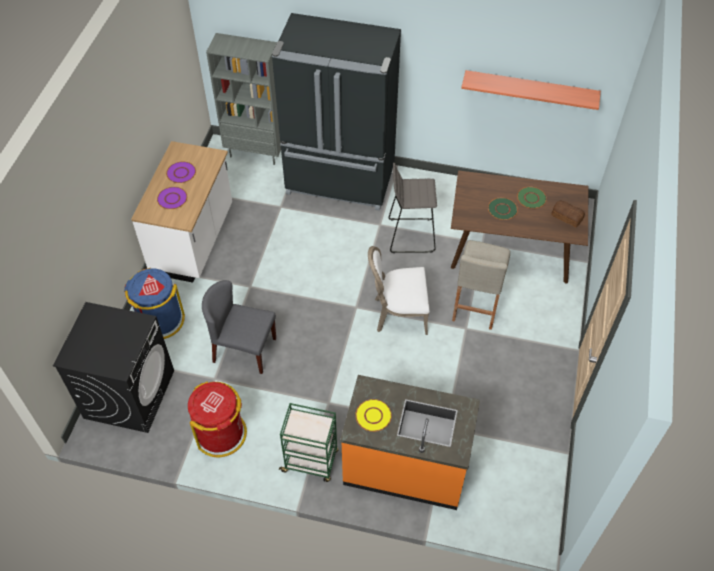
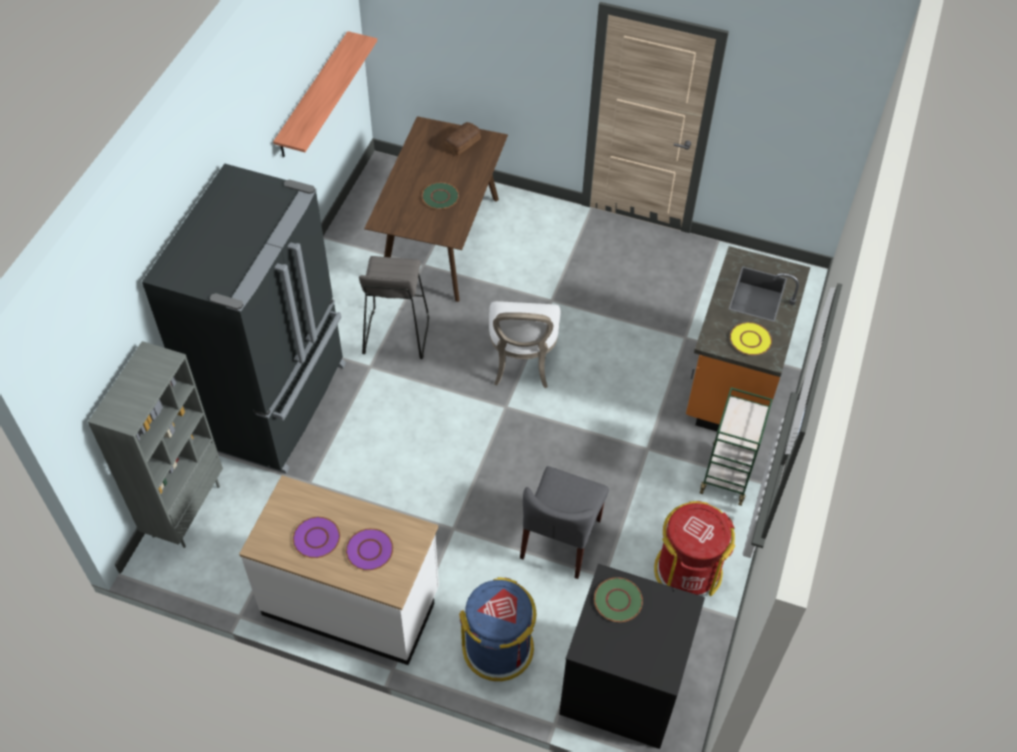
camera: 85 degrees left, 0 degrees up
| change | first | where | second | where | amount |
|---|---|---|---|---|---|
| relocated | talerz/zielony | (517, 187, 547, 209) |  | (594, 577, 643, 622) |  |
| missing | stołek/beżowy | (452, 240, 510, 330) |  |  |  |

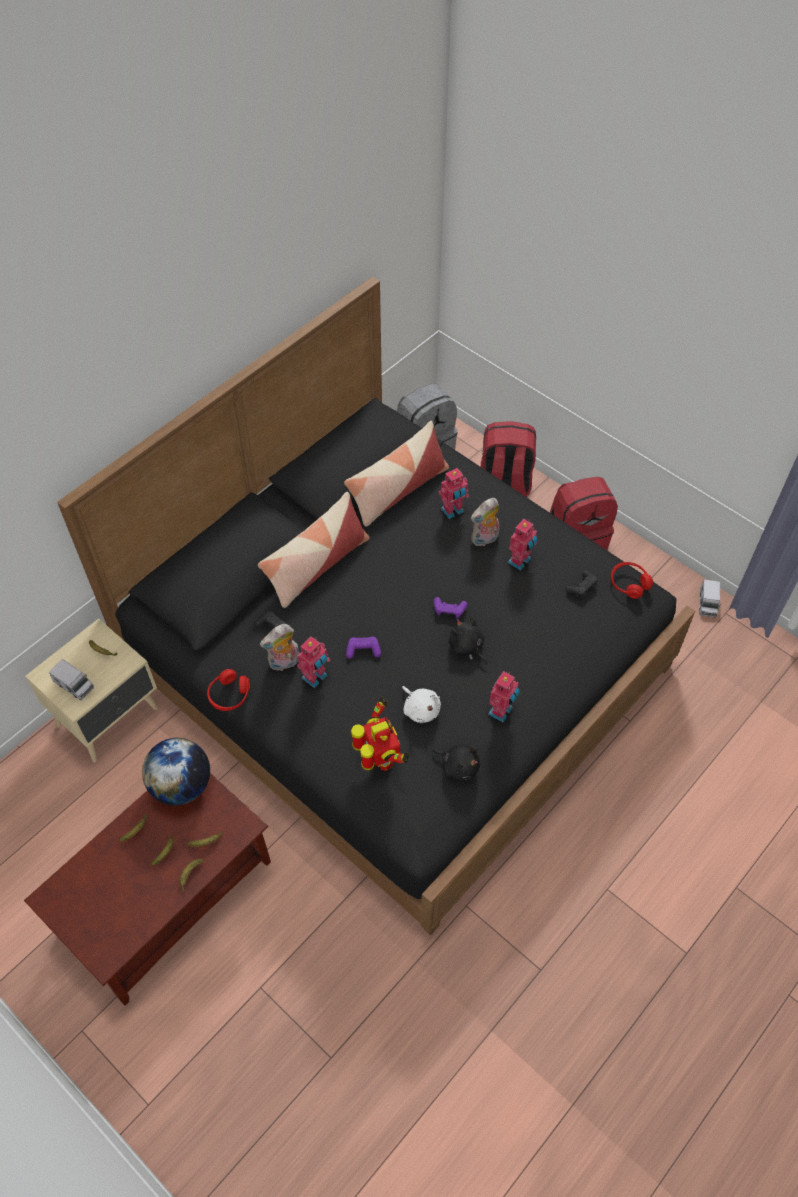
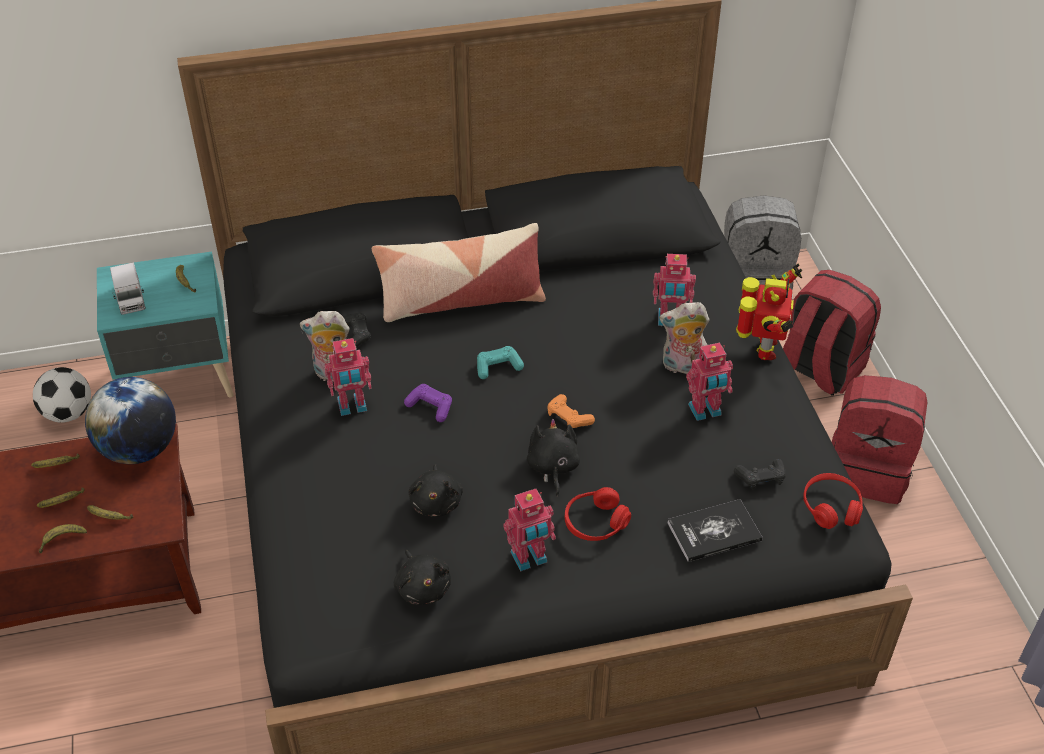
camera: 35 degrees right, 10 degrees down
| change | first | where | second | where | amount |
|---|---|---|---|---|---|
| appeared |  |  | piłka futbolowa | (33, 367, 91, 423) |  |
| colour | szafka nocna/beżowy | (25, 618, 158, 762) | szafka nocna/turkusowy | (97, 252, 234, 397) |  |
| colour | pluszak/biały | (402, 686, 441, 723) | pluszak/czarny | (409, 464, 463, 517) |  |
| appeared |  |  | pad do gier/turkusowy | (477, 346, 524, 379) |  |
| colour | pad do gier/fioletowy | (434, 597, 468, 618) | pad do gier/pomarańczowy | (547, 394, 595, 428) |  |
| relocated | słuchawki/czerwony | (207, 669, 250, 711) |  | (565, 487, 631, 541) |  |
| appeared |  |  | książka | (668, 499, 763, 562) |  |
| relocated | robot zabawkowy | (351, 696, 410, 771) |  | (736, 264, 802, 360) |  |
| missing | poduszka | (344, 421, 449, 527) |  |  |  |
| missing | ciężarówka zabawkowa | (699, 579, 721, 617) |  |  |  |

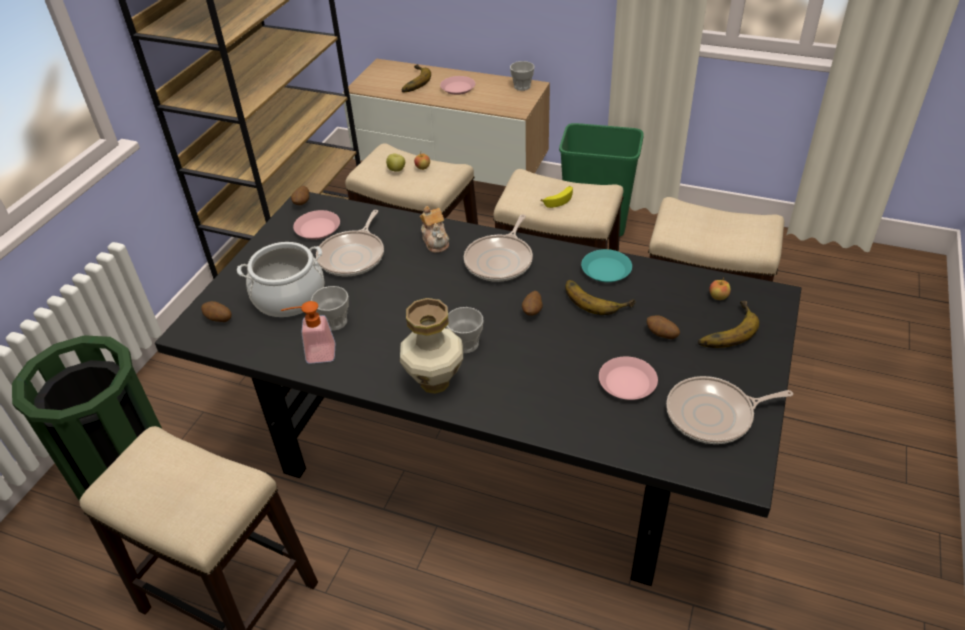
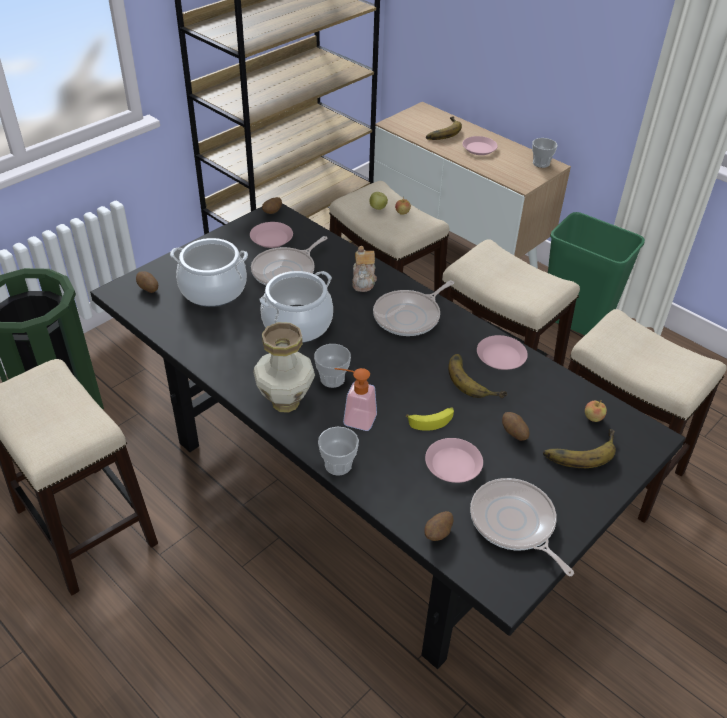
camera: 20 degrees right, 0 degrees up
| change | first | where | second | where | amount |
|---|---|---|---|---|---|
| appeared |  |  | garnek | (259, 271, 333, 343) |  |
| relocated | filiżanka | (311, 286, 349, 331) |  | (318, 427, 359, 475) |  |
| relocated | dozownik mydła | (281, 301, 336, 364) |  | (334, 368, 377, 431) |  |
| relocated | banan | (541, 186, 573, 208) |  | (406, 407, 454, 431) |  |
| relocated | ziemniak | (522, 291, 543, 316) |  | (425, 511, 454, 541) |  |
| spun | patelnia | (666, 376, 793, 444) |  | (470, 478, 574, 576) | 45 degrees clockwise |
| colour | talerz/turkusowy | (581, 249, 632, 282) | talerz/różowy | (477, 335, 528, 370) |  |

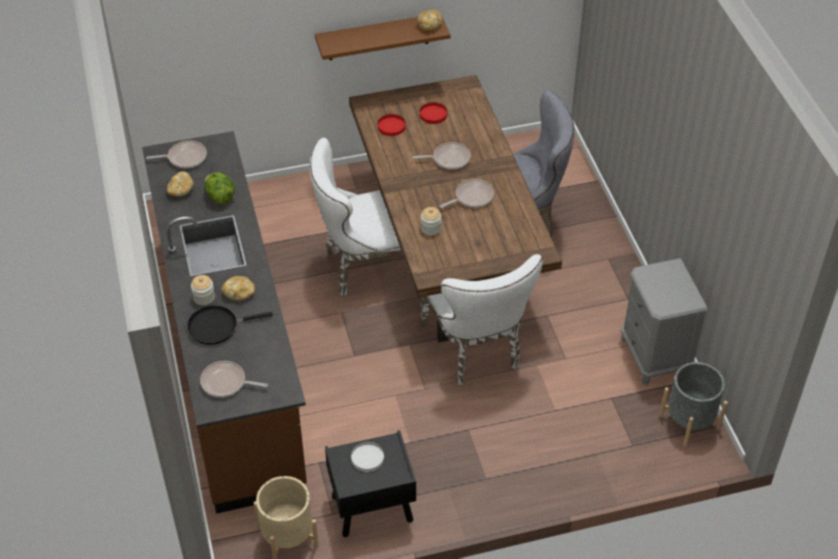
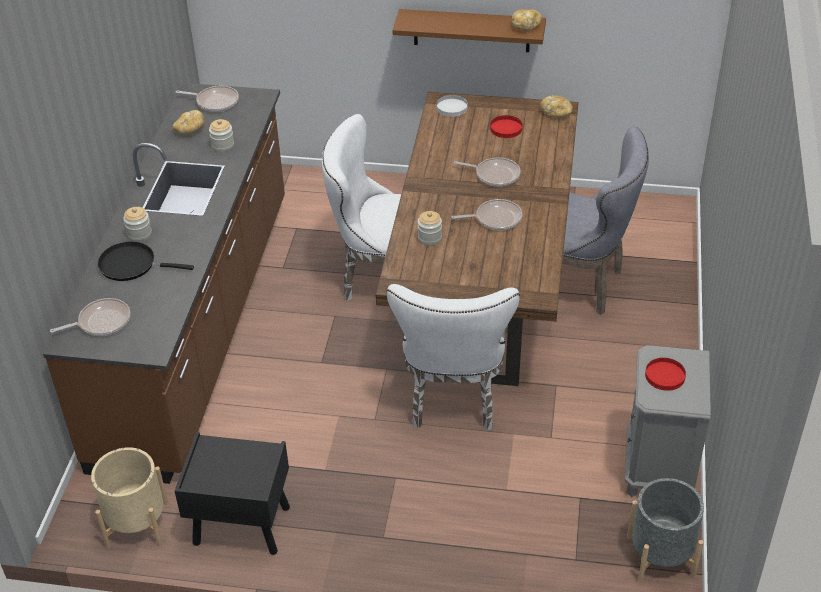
camera: 25 degrees right, 5 degrees down
| change | first | where | second | where | amount |
|---|---|---|---|---|---|
| spun | patelnia | (200, 361, 268, 398) |  | (50, 298, 130, 336) | 120 degrees clockwise |
| exchanged | sałata | (205, 172, 235, 204) | słoik | (209, 119, 234, 152) |  |
| relocated | talerz/biały | (351, 442, 384, 472) |  | (436, 95, 468, 117) |  |
| relocated | chleb | (221, 276, 255, 301) |  | (540, 95, 573, 118) |  |
| relocated | talerz/czerwony | (378, 114, 406, 136) |  | (645, 358, 686, 391) |  |

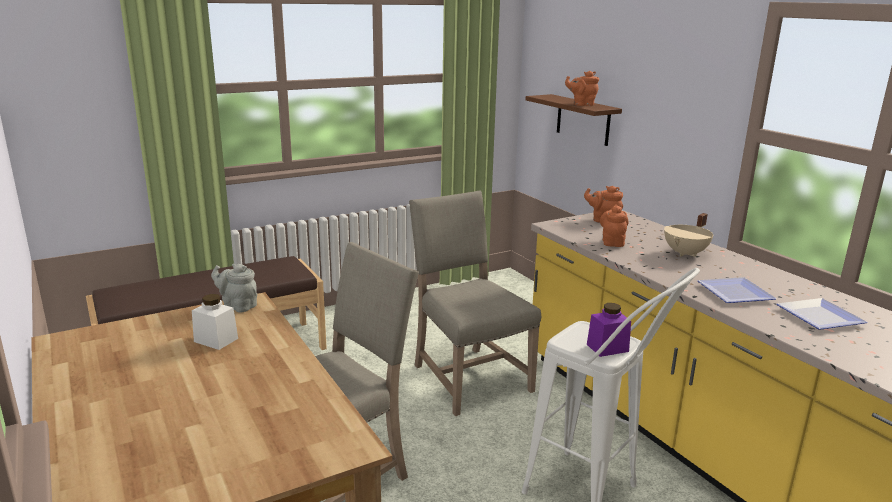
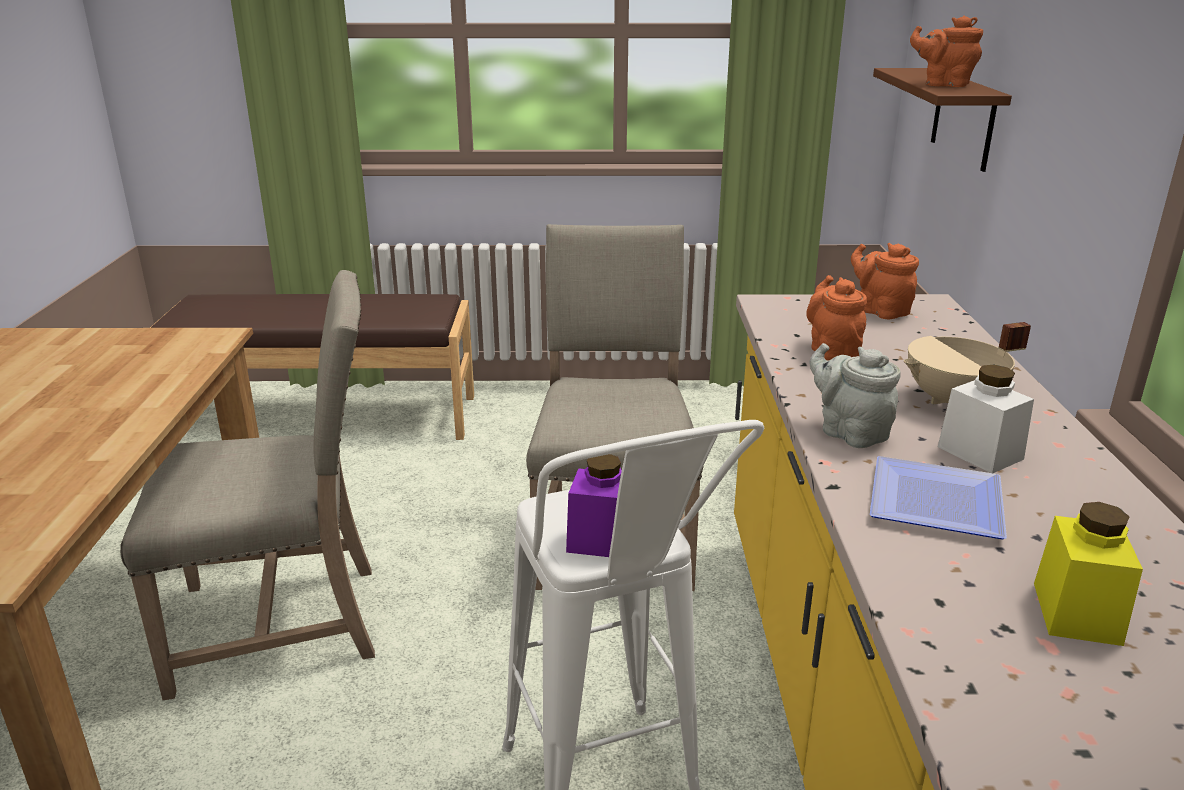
camera: 30 degrees right, 5 degrees up
| change | first | where | second | where | amount |
|---|---|---|---|---|---|
| spun | imbryk/pomarańczowy | (600, 205, 629, 247) |  | (806, 275, 867, 361) | 45 degrees counterclockwise |
| relocated | imbryk/szary | (211, 264, 257, 313) |  | (809, 343, 901, 448) |  |
| relocated | słoik/biały | (192, 294, 238, 350) |  | (938, 365, 1034, 473) |  |
| exchanged | talerz | (777, 298, 868, 330) | słoik/żółty | (1034, 502, 1143, 646) |  |

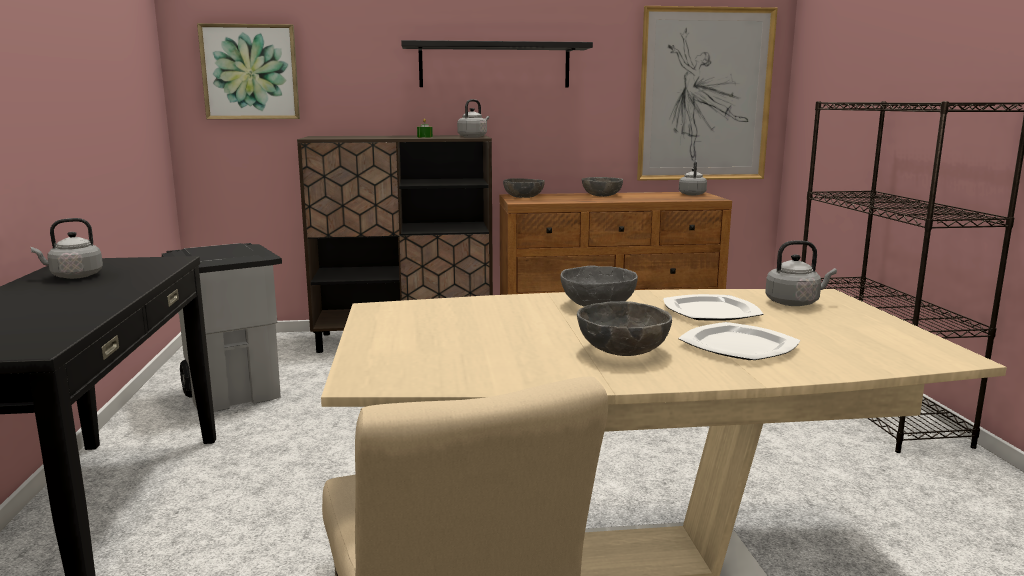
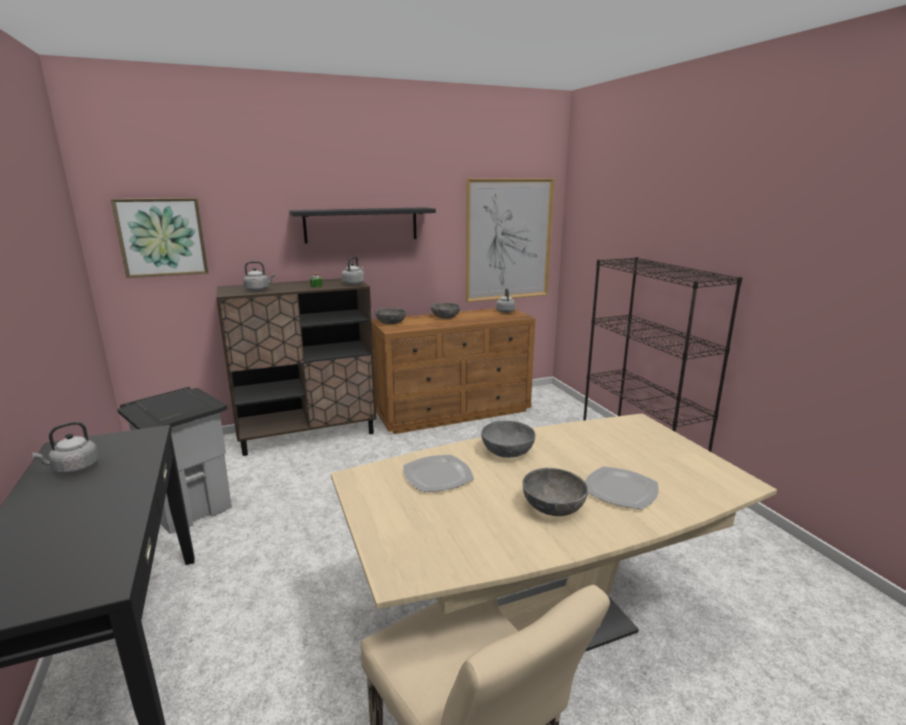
camera: 15 degrees left, 5 degrees up
| change | first | where | second | where | amount |
|---|---|---|---|---|---|
| relocated | czajnik/szary | (765, 240, 837, 306) |  | (243, 261, 275, 292) |  |
| relocated | talerz | (663, 294, 763, 321) |  | (403, 455, 474, 492) |  |

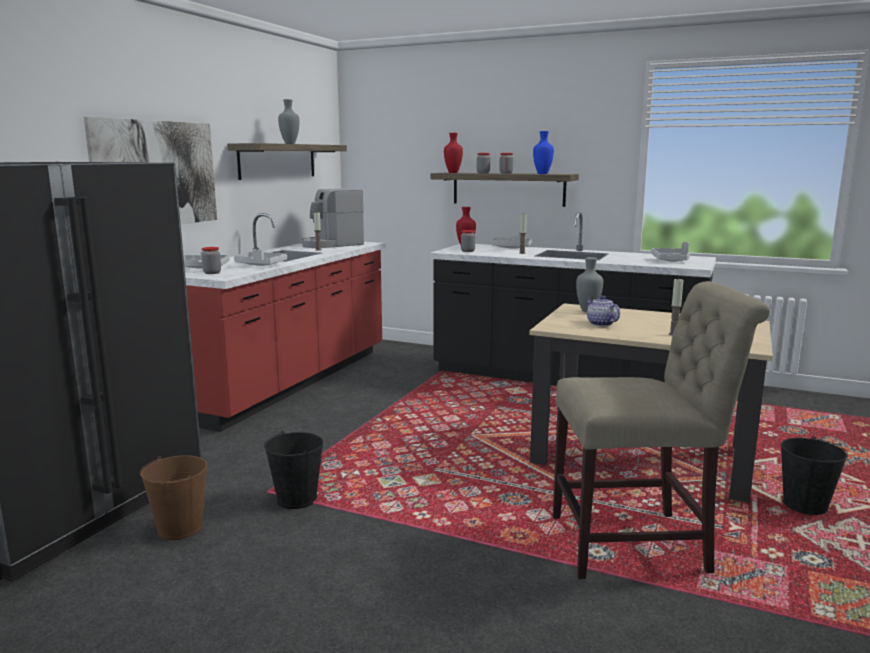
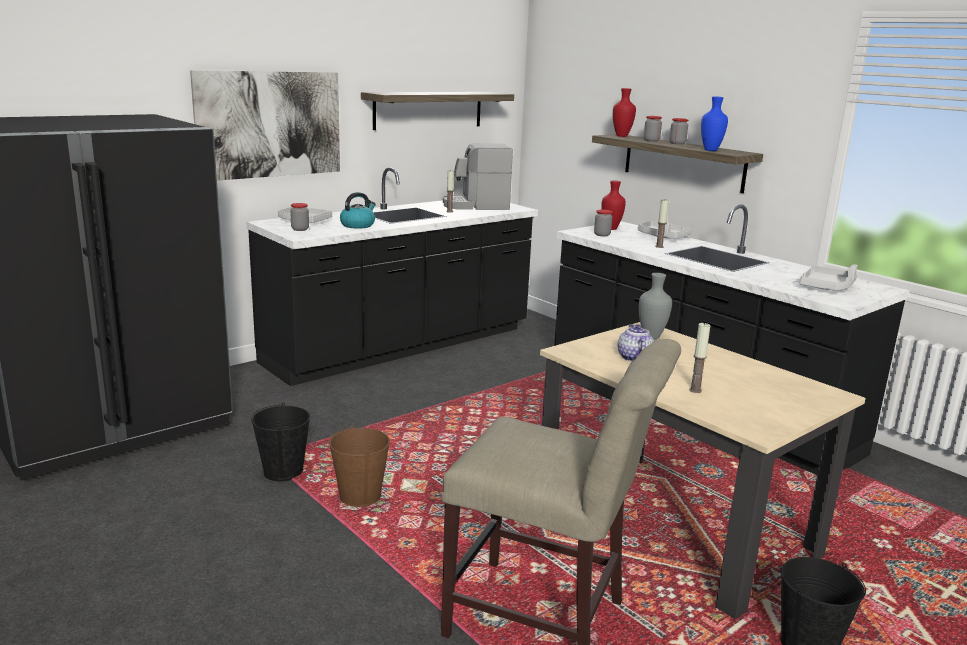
camera: 25 degrees right, 5 degrees up
| change | first | where | second | where | amount |
|---|---|---|---|---|---|
| colour | zabudowa kuchenna/czerwony | (184, 213, 386, 432) | zabudowa kuchenna/czarny | (246, 167, 538, 386) |  |
| relocated | wiadro/brązowy | (140, 455, 207, 540) |  | (328, 425, 390, 507) |  |
| exchanged | taca/szary | (234, 249, 287, 266) | czajnik | (340, 192, 376, 229) |  |
| missing | wazon/szary | (278, 99, 300, 144) |  |  |  |

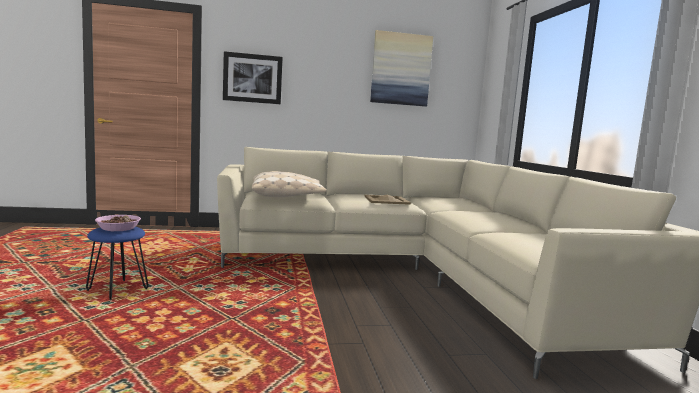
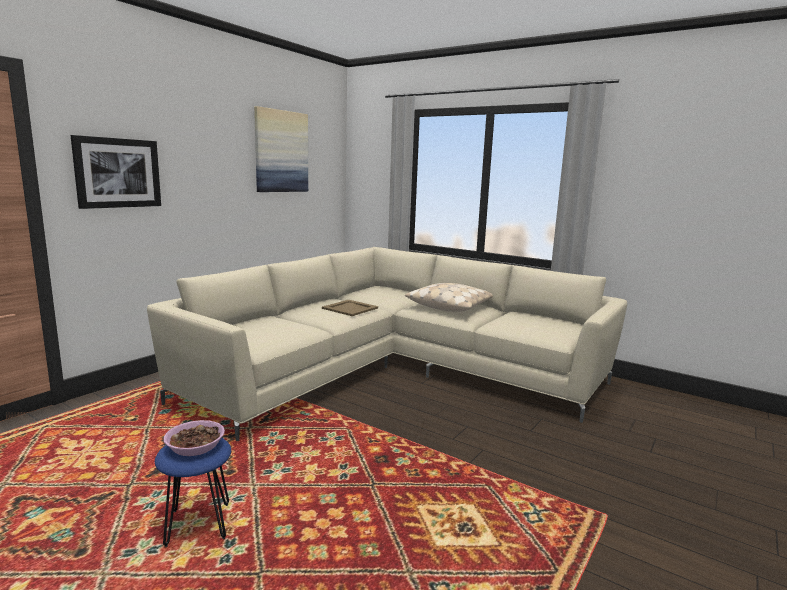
camera: 45 degrees left, 5 degrees up
| change | first | where | second | where | amount |
|---|---|---|---|---|---|
| relocated | poduszka/beżowy | (251, 171, 327, 197) |  | (405, 283, 493, 312) |  |

